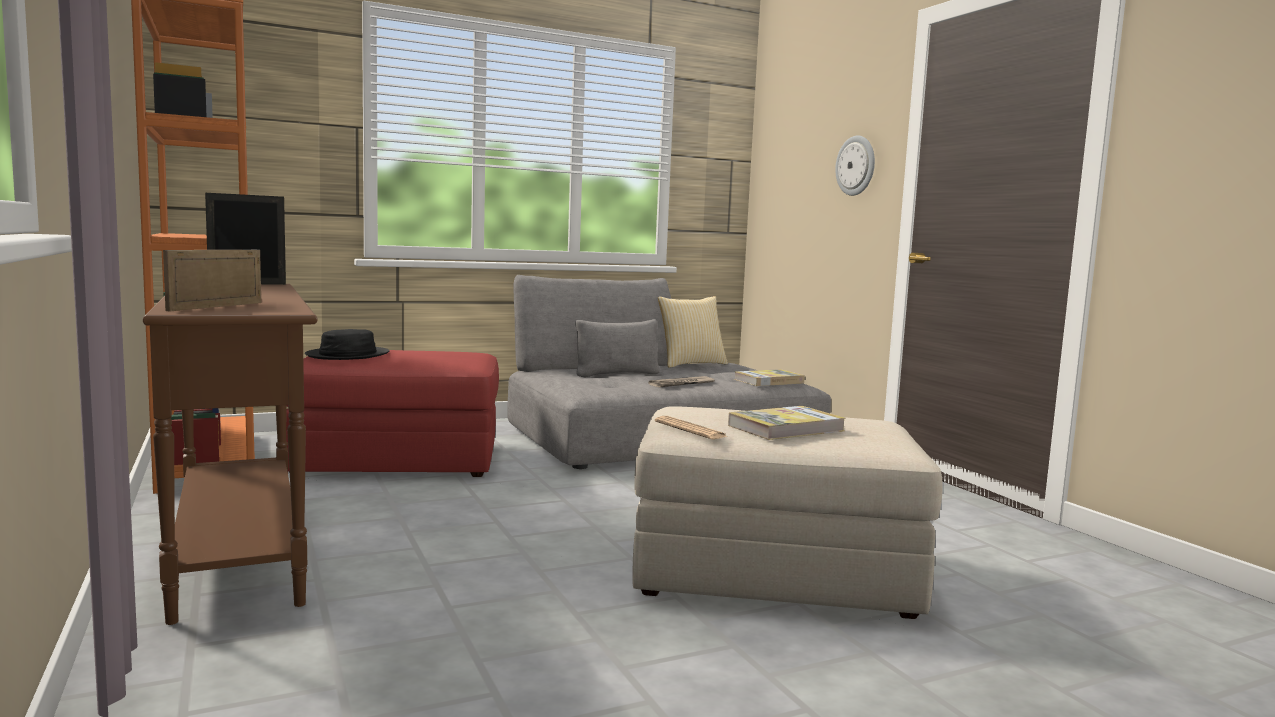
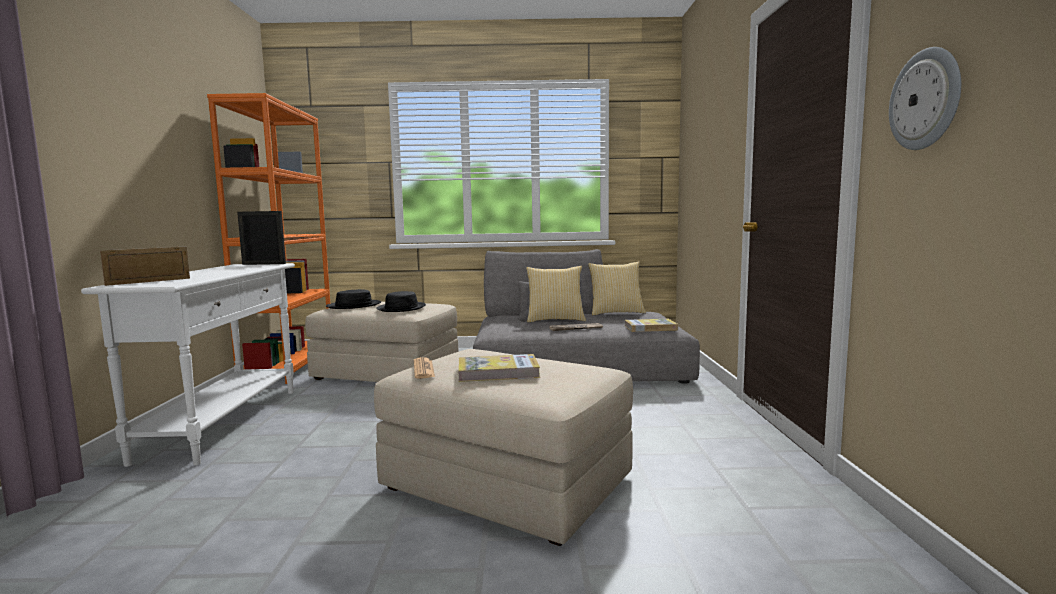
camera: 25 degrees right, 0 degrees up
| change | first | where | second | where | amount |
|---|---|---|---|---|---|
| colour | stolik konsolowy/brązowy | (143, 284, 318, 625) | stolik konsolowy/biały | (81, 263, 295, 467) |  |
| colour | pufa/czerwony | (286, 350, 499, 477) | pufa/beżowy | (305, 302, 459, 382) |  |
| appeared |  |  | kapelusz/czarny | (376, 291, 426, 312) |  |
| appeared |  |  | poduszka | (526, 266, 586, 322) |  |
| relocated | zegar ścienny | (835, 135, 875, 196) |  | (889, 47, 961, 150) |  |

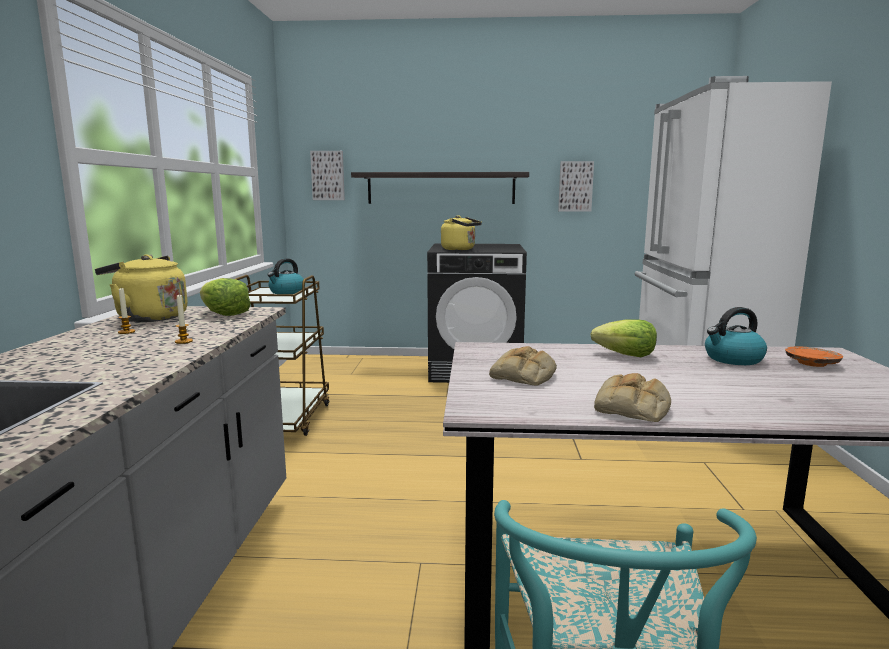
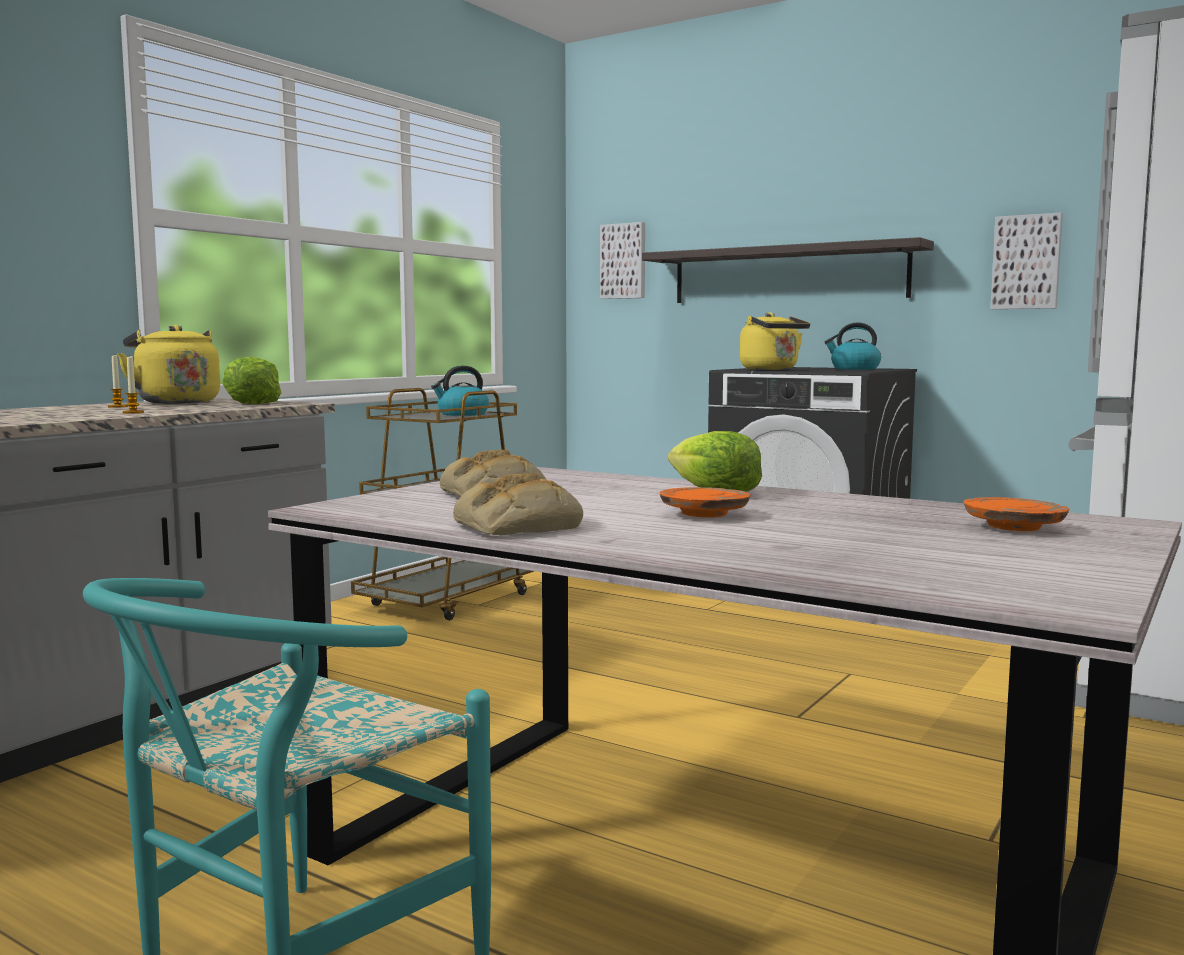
camera: 30 degrees right, 5 degrees down
| change | first | where | second | where | amount |
|---|---|---|---|---|---|
| appeared |  |  | talerz/pomarańczowy | (660, 487, 751, 518) |  |
| relocated | czajnik | (705, 307, 767, 365) |  | (824, 323, 881, 370) |  |

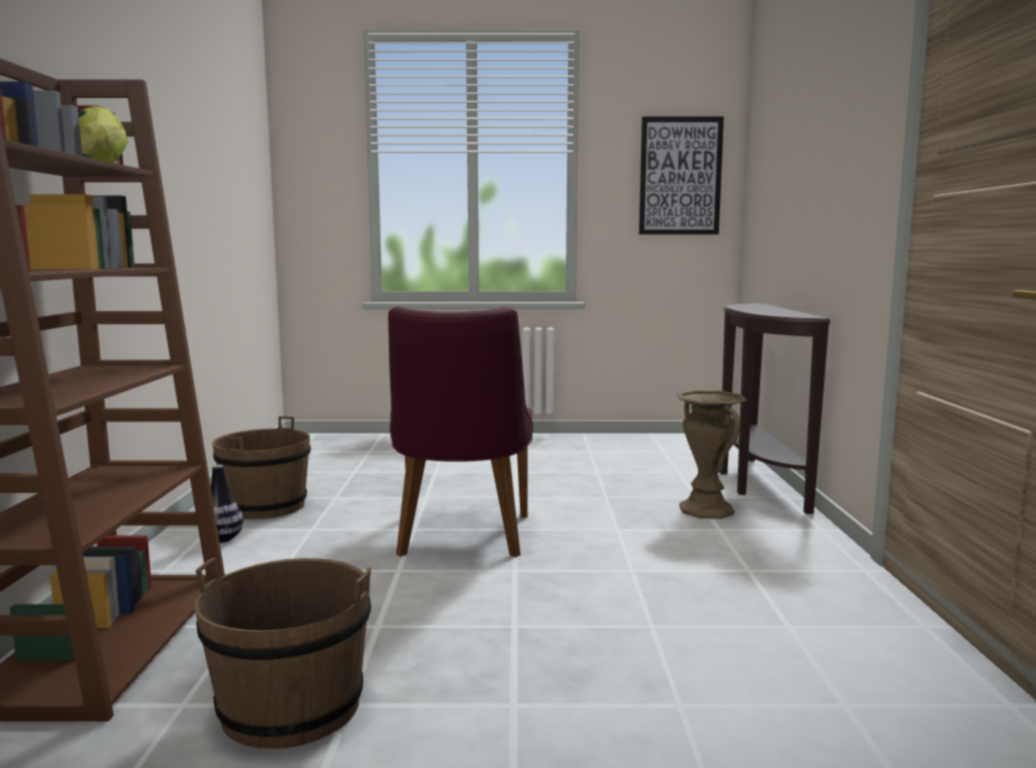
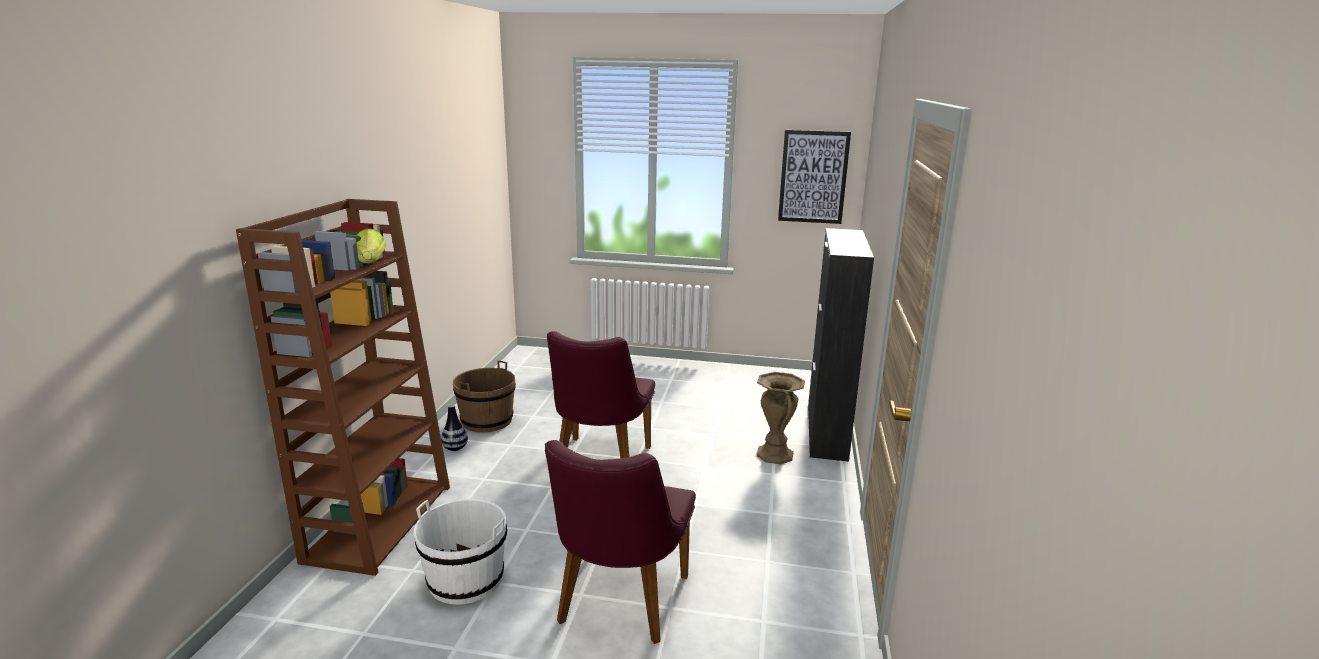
camera: 10 degrees right, 10 degrees up
| change | first | where | second | where | amount |
|---|---|---|---|---|---|
| colour | wiadro/brązowy | (194, 558, 371, 749) | wiadro/biały | (414, 499, 507, 605) |  |
| appeared |  |  | krzesło/fioletowy | (545, 440, 696, 644) |  |
| exchanged | stolik konsolowy/brązowy | (719, 303, 831, 514) | szafka/czarny | (808, 228, 874, 462) |  |

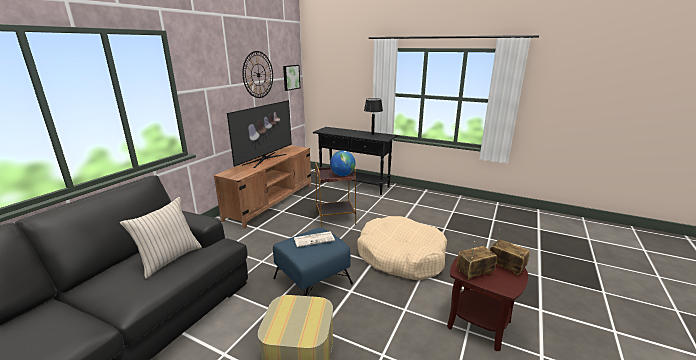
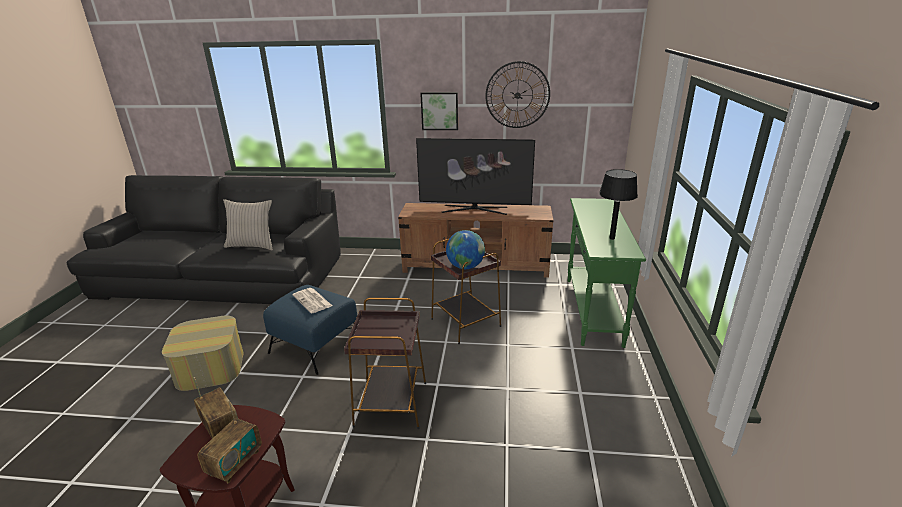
camera: 70 degrees right, 5 degrees up
| change | first | where | second | where | amount |
|---|---|---|---|---|---|
| exchanged | legowisko/beżowy | (357, 216, 447, 281) | stolik/brązowy | (344, 298, 426, 429) |  |
| relocated | obraz | (283, 65, 300, 91) |  | (420, 92, 458, 130) |  |
| colour | stolik konsolowy/czarny | (313, 127, 398, 195) | stolik konsolowy/zielony | (568, 198, 646, 348) |  |

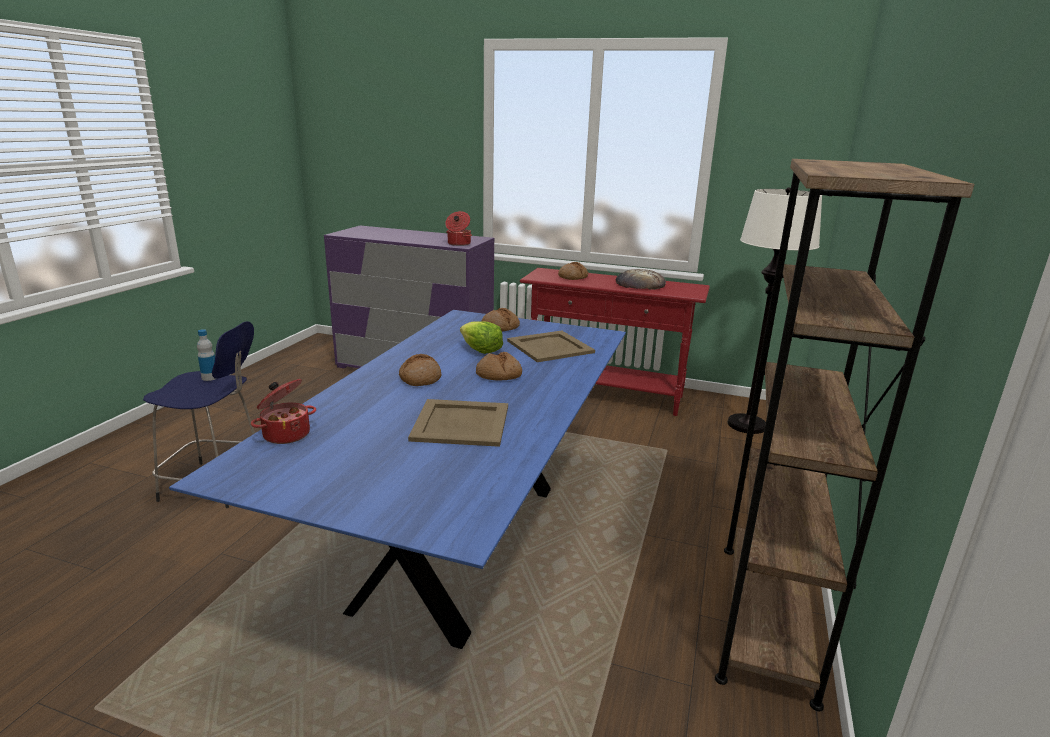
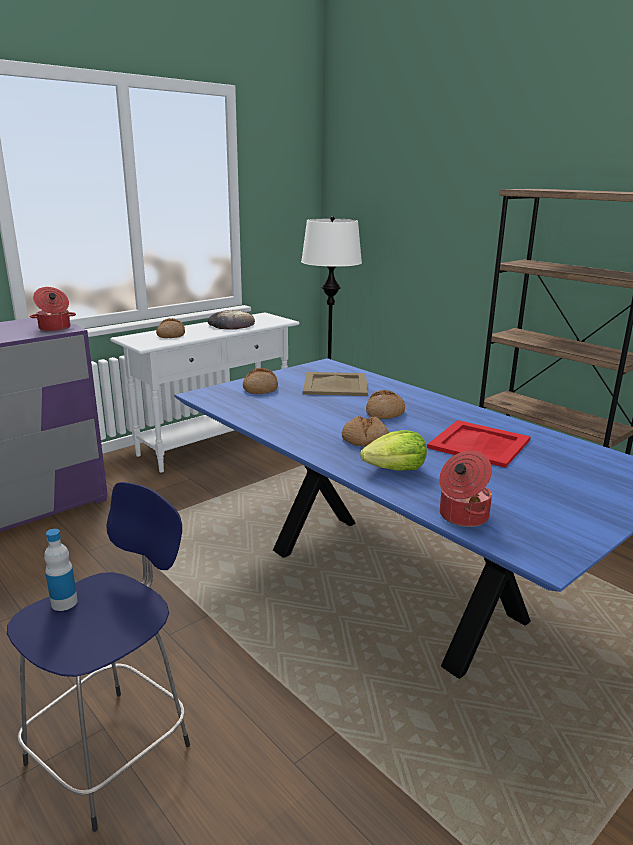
camera: 60 degrees left, 0 degrees up
| change | first | where | second | where | amount |
|---|---|---|---|---|---|
| colour | stolik konsolowy/czerwony | (520, 268, 710, 416) | stolik konsolowy/biały | (110, 313, 299, 473) |  |
| relocated | sałata | (460, 321, 503, 354) |  | (360, 430, 427, 471) |  |
| colour | taca/beżowy | (408, 399, 508, 447) | taca/czerwony | (427, 420, 531, 468) |  |

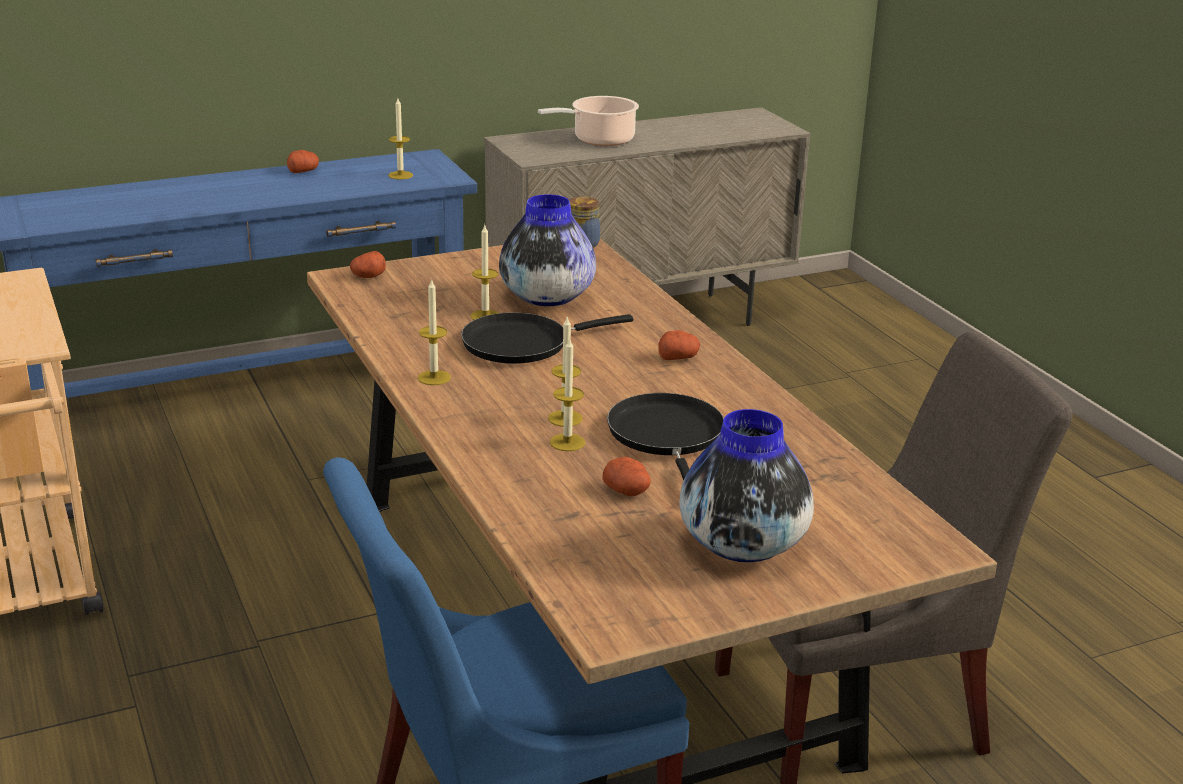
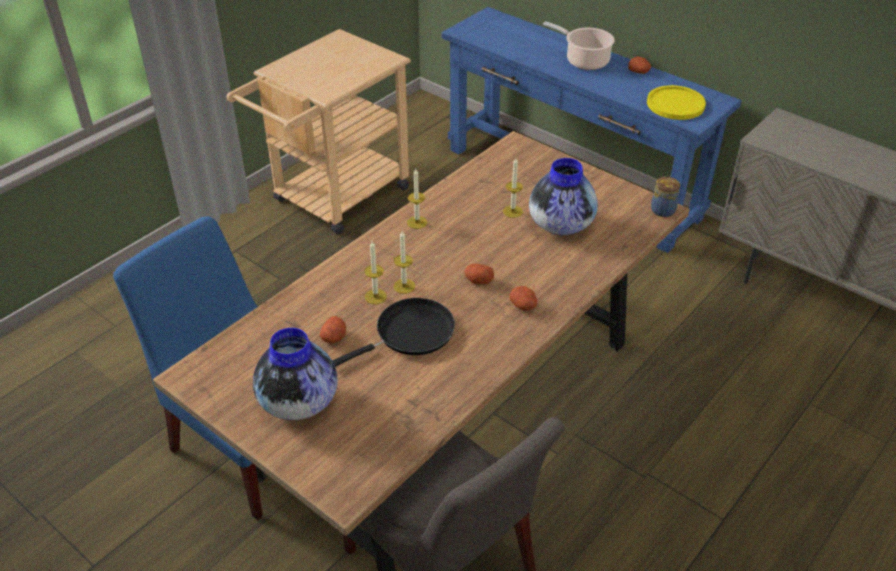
camera: 65 degrees right, 15 degrees up
| change | first | where | second | where | amount |
|---|---|---|---|---|---|
| relocated | ziemniak | (350, 251, 386, 278) |  | (464, 264, 494, 284) |  |
| relocated | garnek | (538, 96, 639, 146) |  | (543, 21, 615, 70) |  |
| exchanged | świeca | (388, 98, 413, 180) | talerz/żółty | (647, 85, 706, 120) |  |
| missing | patelnia/czarny | (461, 312, 633, 364) |  |  |  |

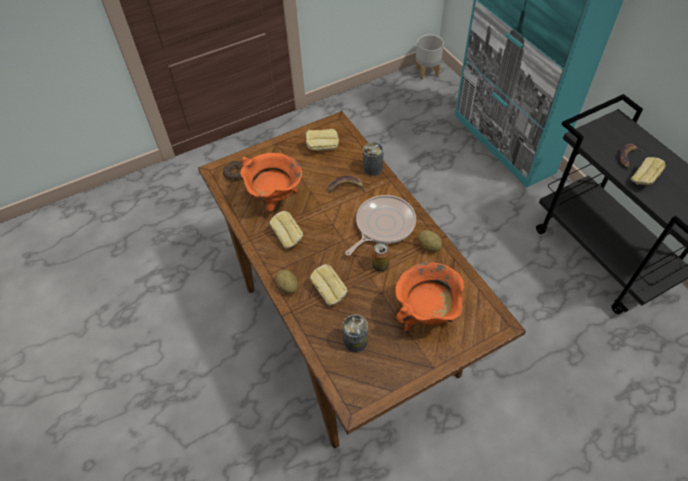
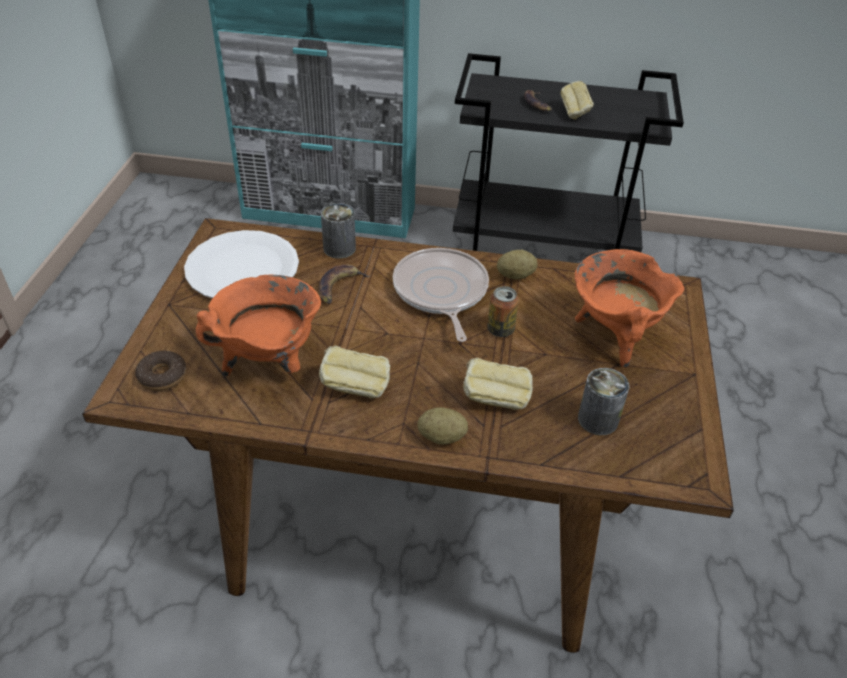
camera: 55 degrees left, 10 degrees down
| change | first | where | second | where | amount |
|---|---|---|---|---|---|
| exchanged | chleb | (305, 129, 339, 151) | talerz/biały | (184, 230, 299, 298) |  |
| missing | donica/szary | (415, 35, 444, 80) |  |  |  |

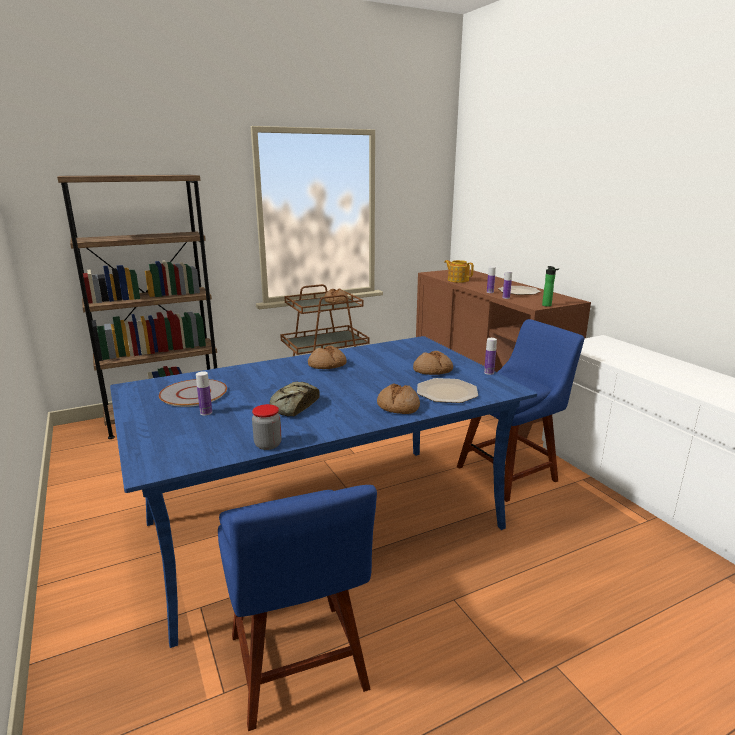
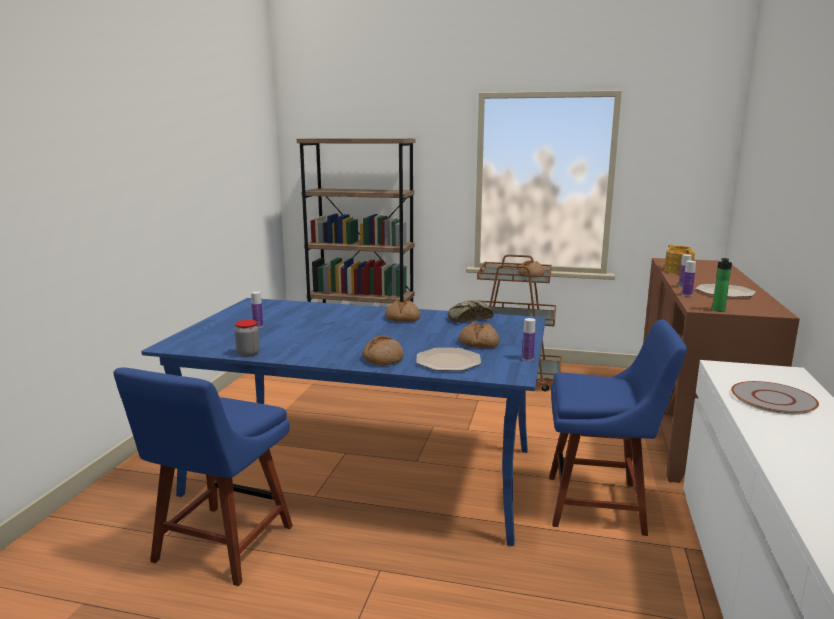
camera: 40 degrees right, 5 degrees down
| change | first | where | second | where | amount |
|---|---|---|---|---|---|
| relocated | chleb | (269, 382, 320, 416) |  | (448, 300, 494, 323) |  |
| relocated | talerz/szary | (159, 379, 227, 407) |  | (731, 381, 819, 414) |  |

